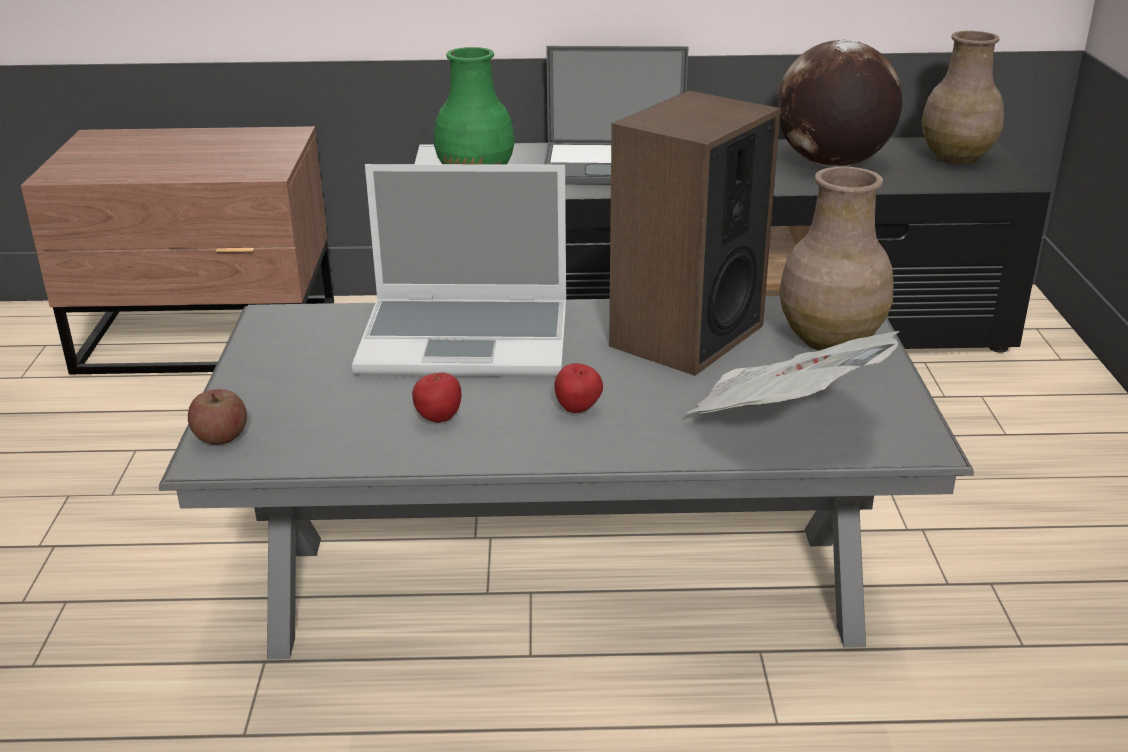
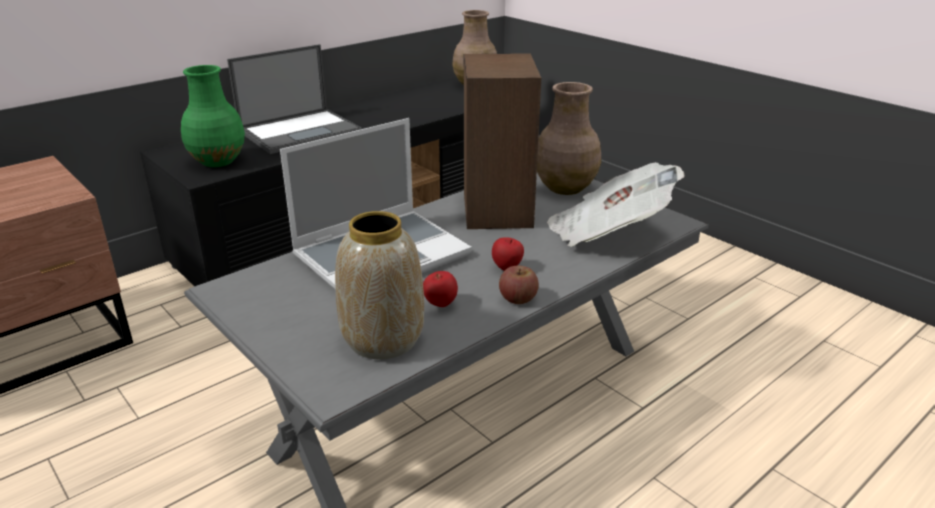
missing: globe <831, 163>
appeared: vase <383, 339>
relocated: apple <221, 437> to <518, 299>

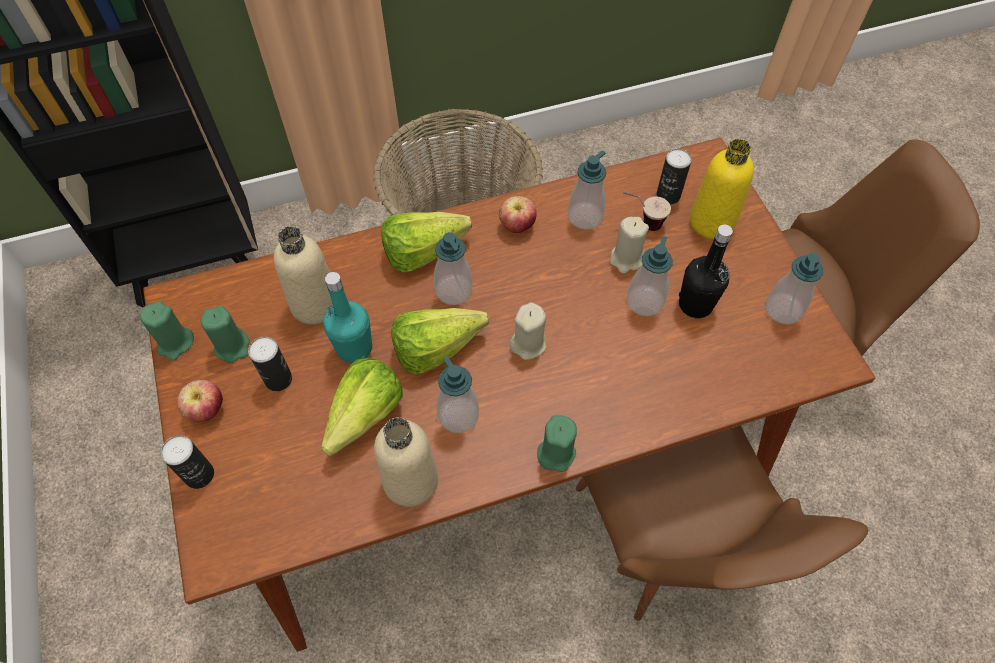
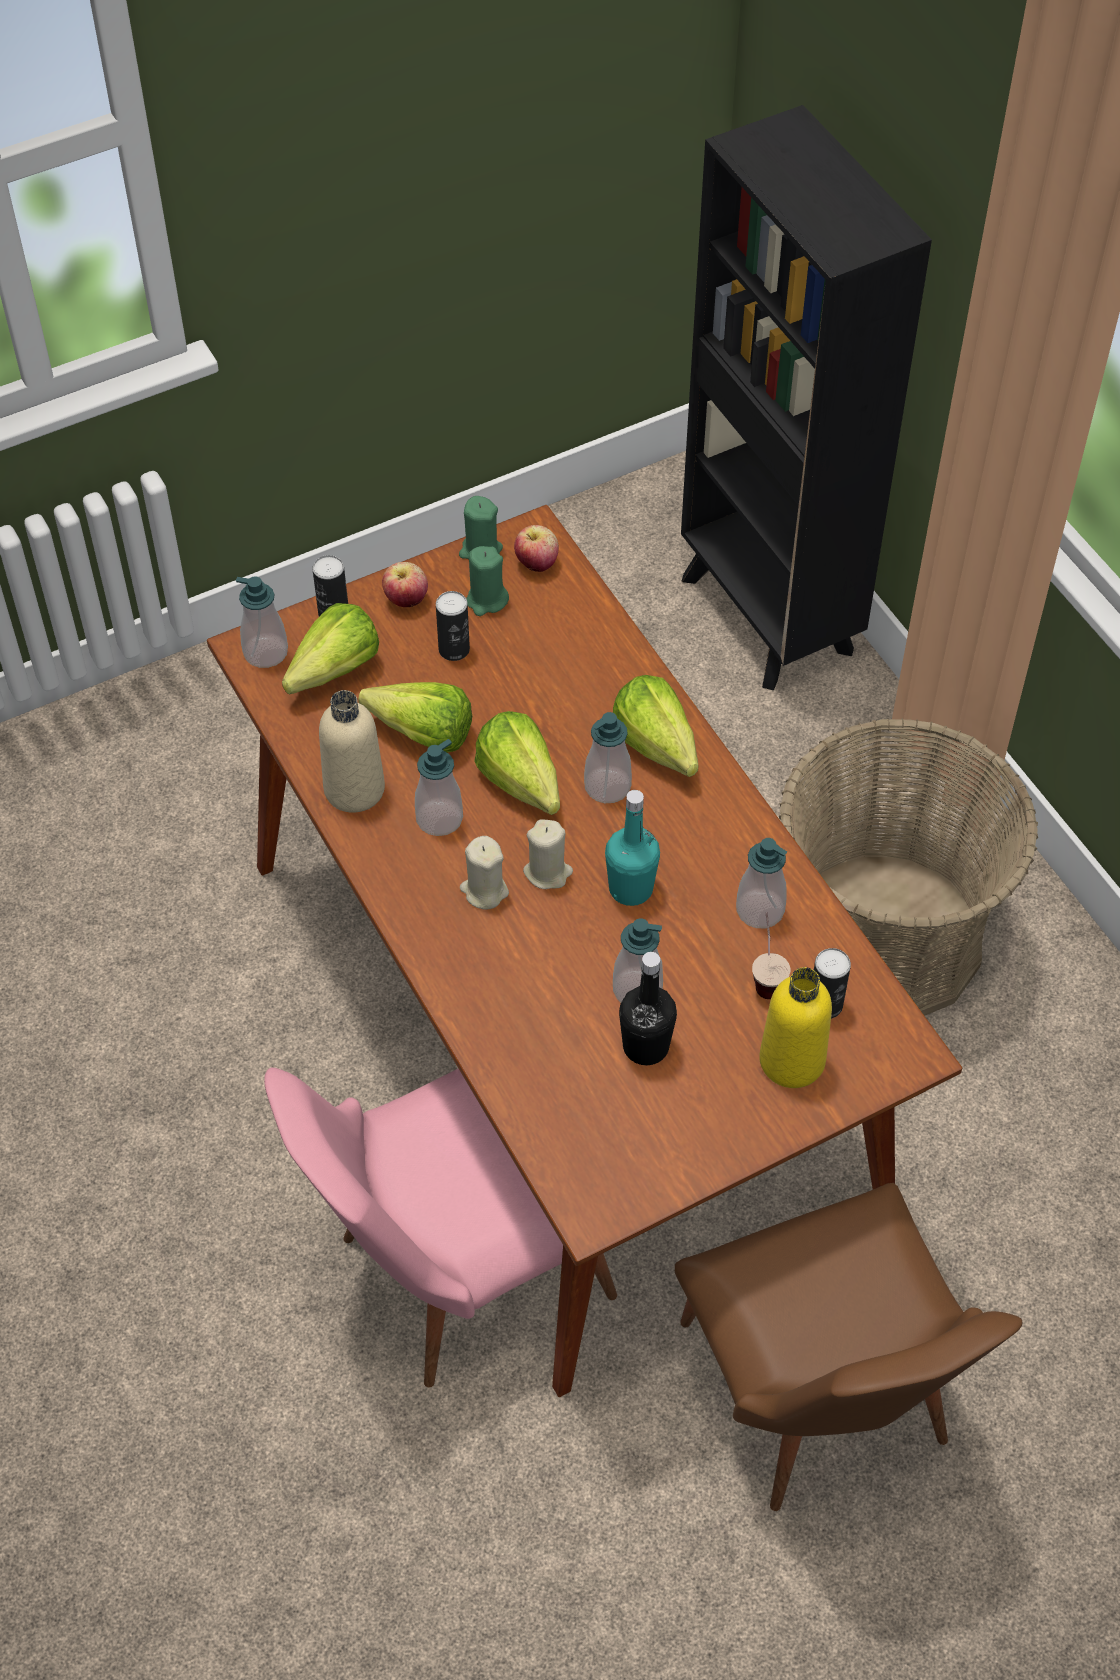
missing: beige drink bottle <315, 304>; greenish wax light <556, 453>
appeared: lettuce head <326, 676>
relocated: turquoise drink bottle <354, 348> to <631, 888>; apple <517, 226> to <536, 563>; beige wax light <626, 259> to <484, 890>; liquid soap bottle <783, 309> to <265, 652>
colour: brown upright chair <669, 549> to pink-coloured upright chair <449, 1273>

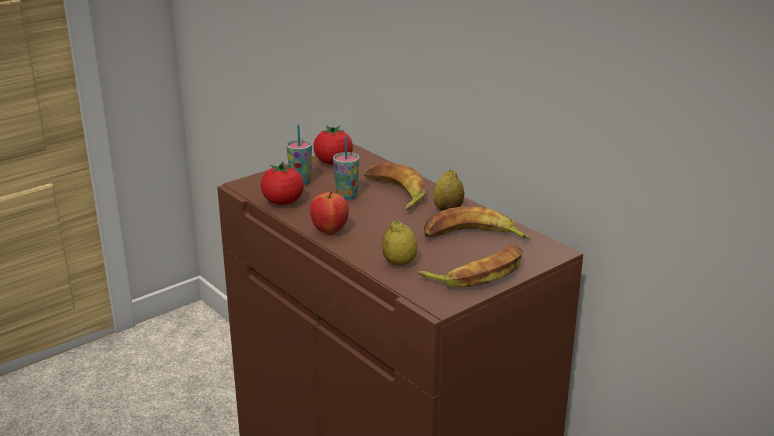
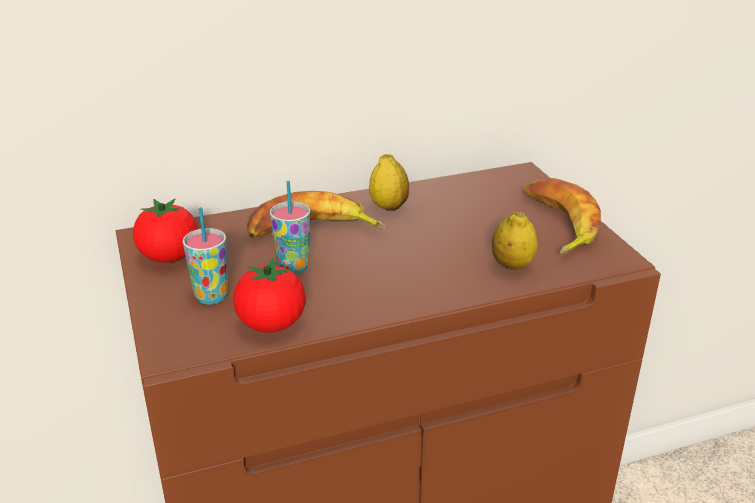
missing: apple <329, 231>; banana <473, 237>

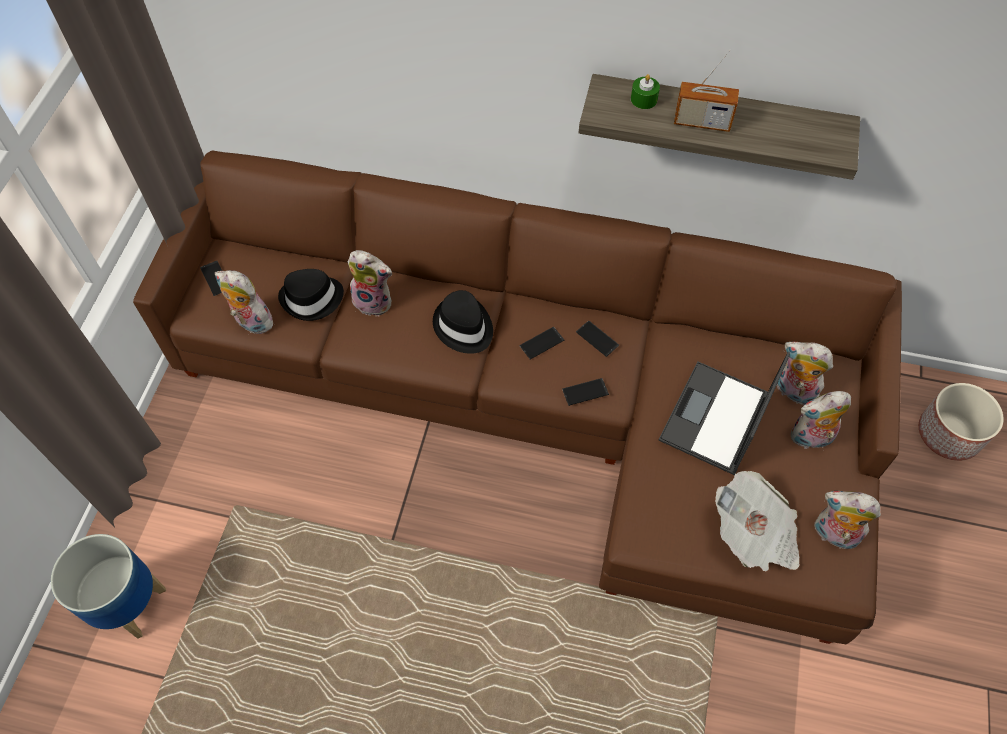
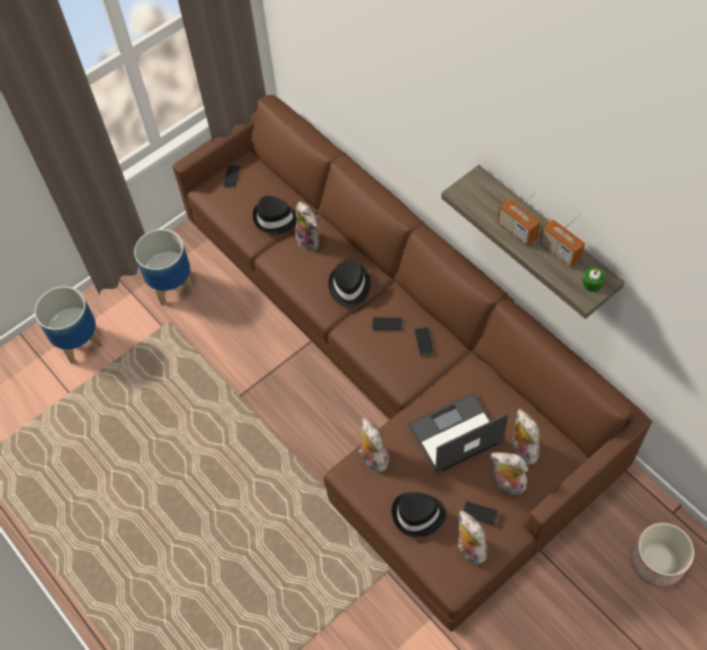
appeared: planter <171, 286>; radio set <559, 252>
relocated: soft toy <251, 322> to <372, 457>; phone <585, 392> to <480, 513>; greenish wax light <644, 99> to <592, 283>
exchanged: newspaper <754, 534> to black-coloured clothing hat <418, 515>

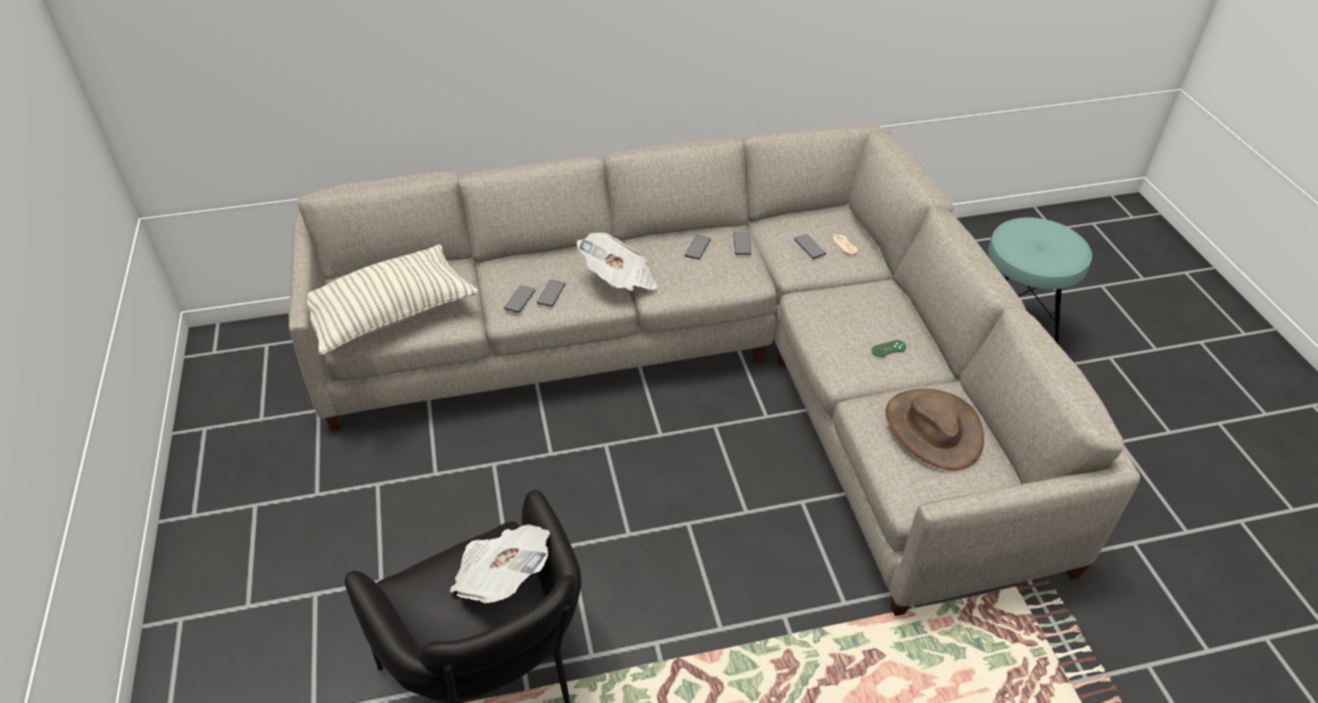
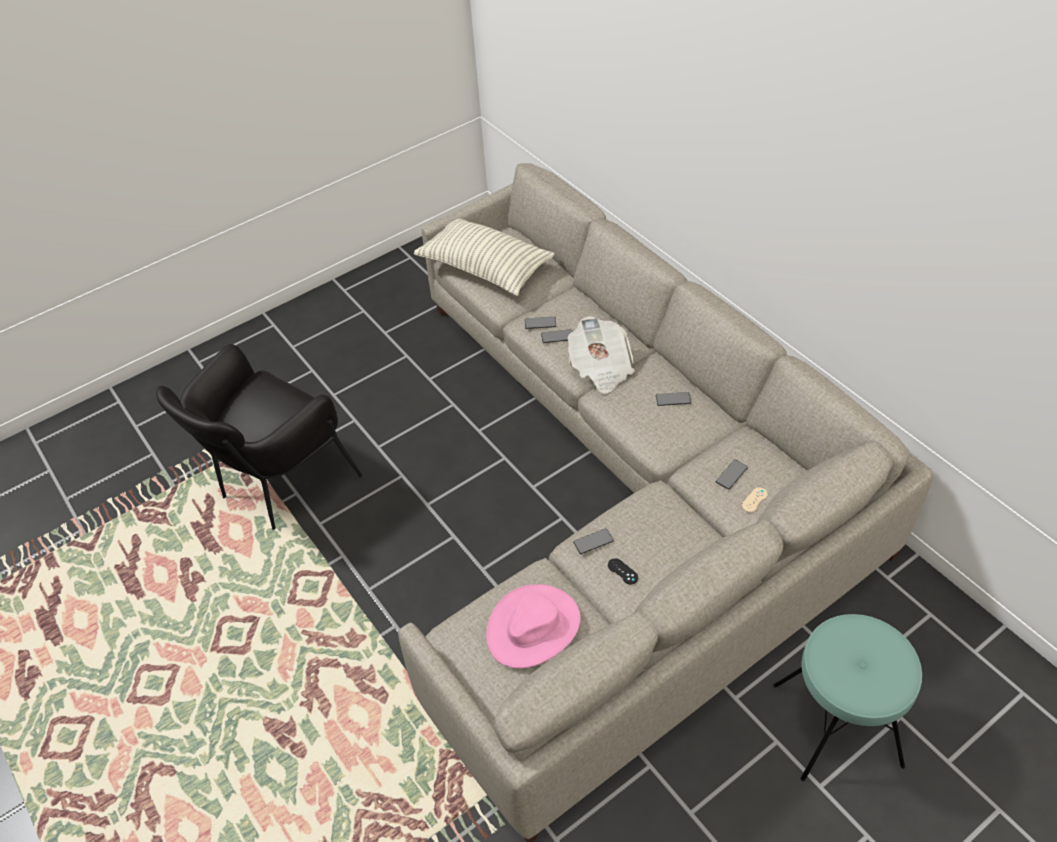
missing: newspaper <502, 577>
relocated: phone <742, 244> to <593, 541>
colour: greenish joypad <888, 348> to black-coloured joypad <622, 571>; brown clothing hat <932, 429> to pink-coloured clothing hat <533, 627>

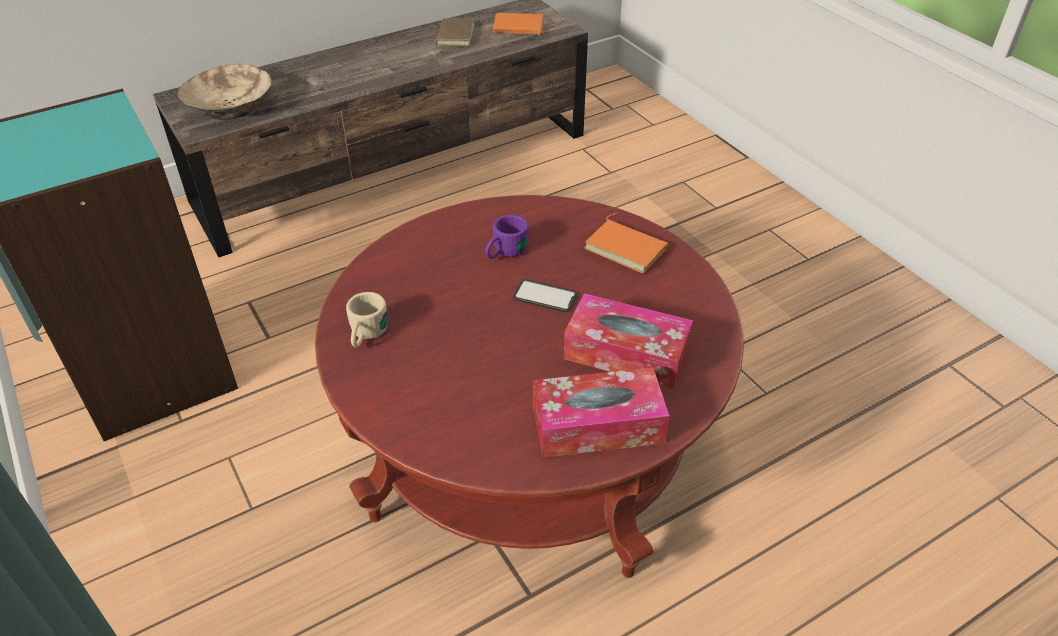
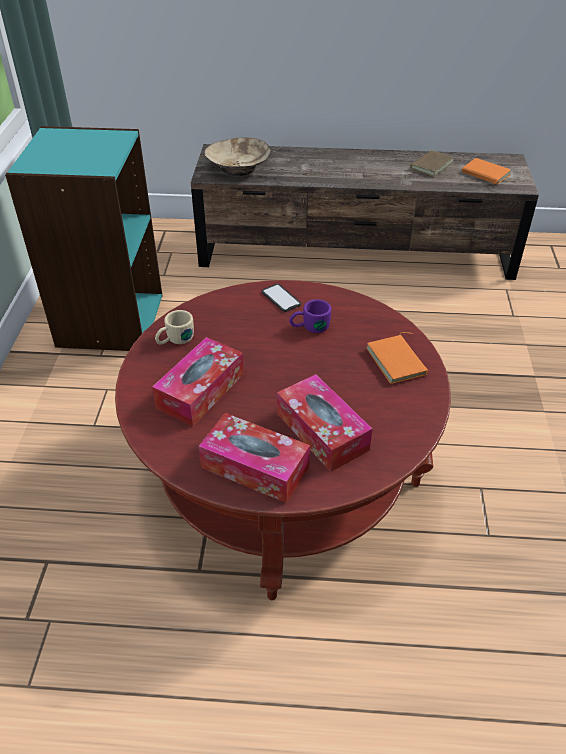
appeared: tissue box <201, 390>
relocated: phone <545, 296> to <281, 298>

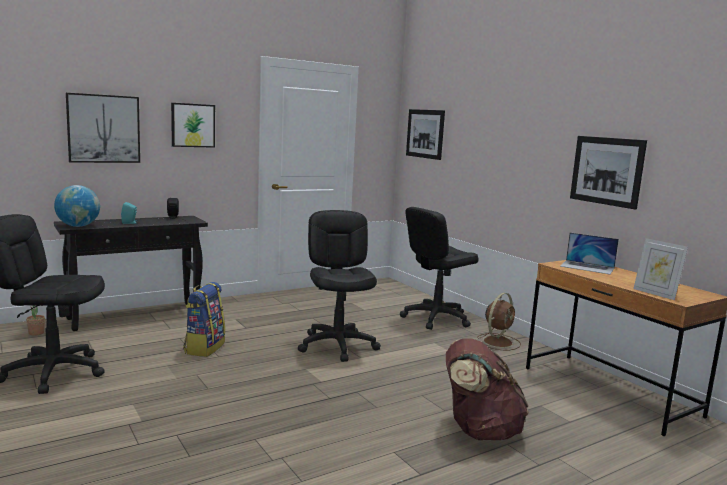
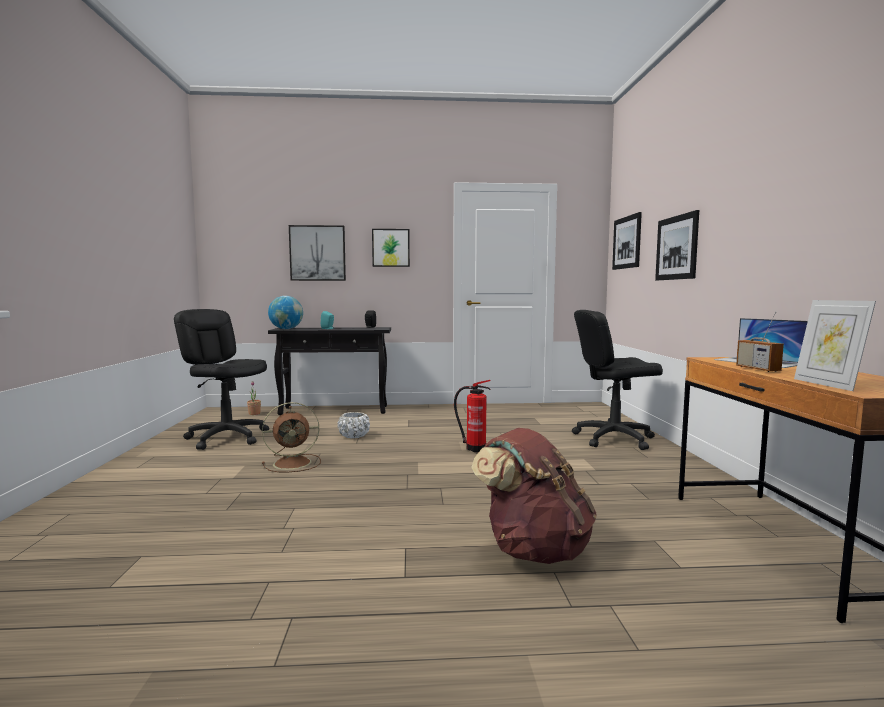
appeared: radio set <757, 369>
relocated: brown electric fan <498, 342> to <294, 463>; wall picture <606, 171> to <676, 247>
exchanged: backpack <204, 348> to white-coloured planter <354, 436>; black-coloured computer chair <338, 345> to fire-fighting cylinder <474, 448>

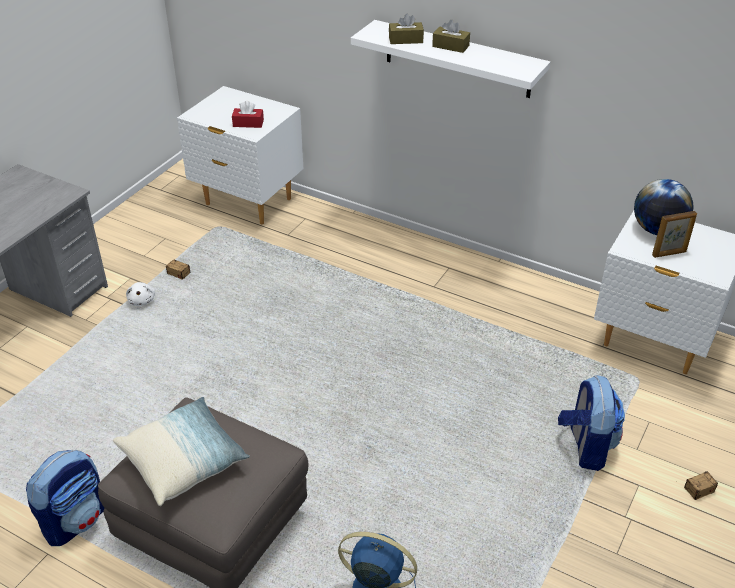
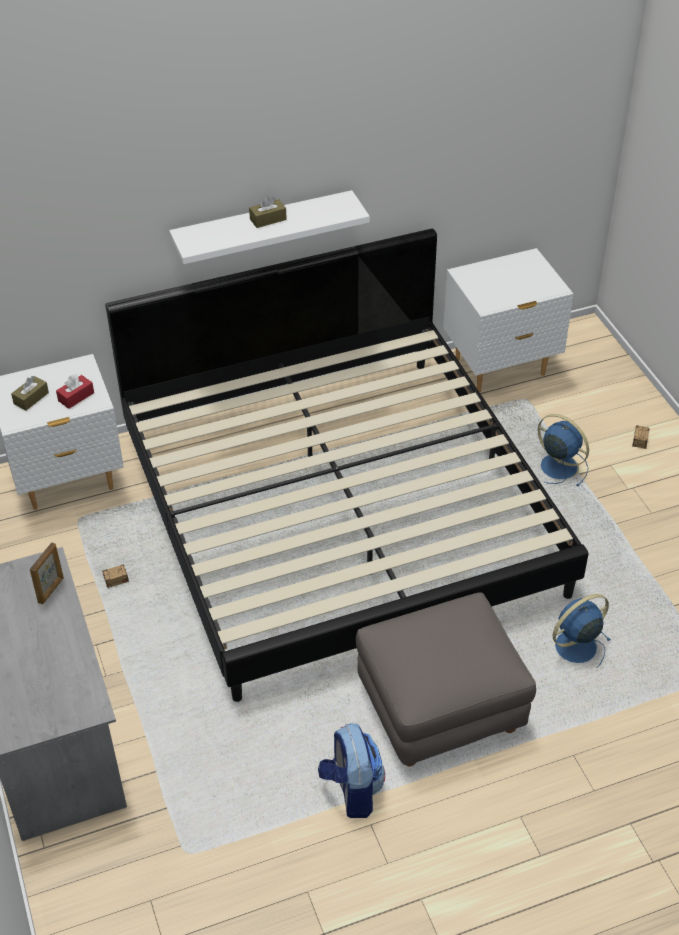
missing: throw pillow <183, 461>; white-coloured soft toy <142, 300>; globe <657, 230>
appeared: sleeping bed <339, 511>
relocated: brown tissue box <405, 40> to <31, 398>; standing frame <669, 254> to <51, 590>
exchanged: backpack <586, 446> to blue electric fan <557, 466>

